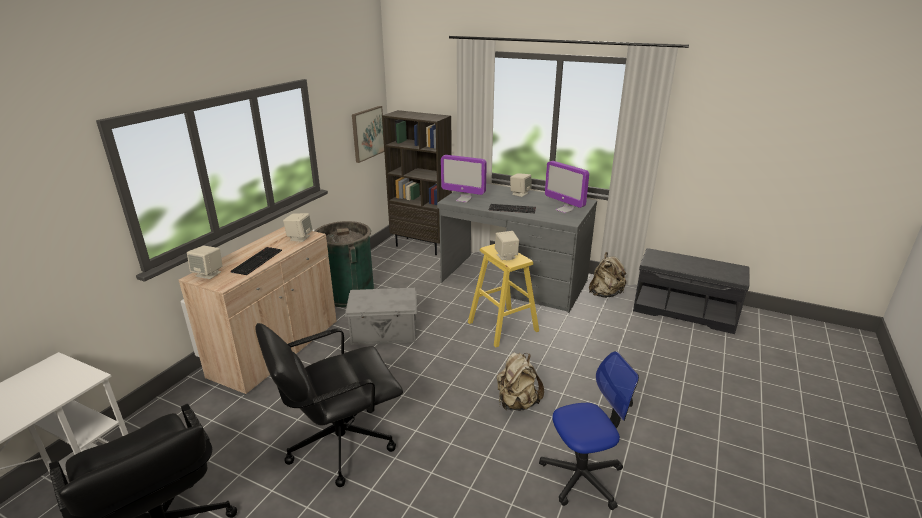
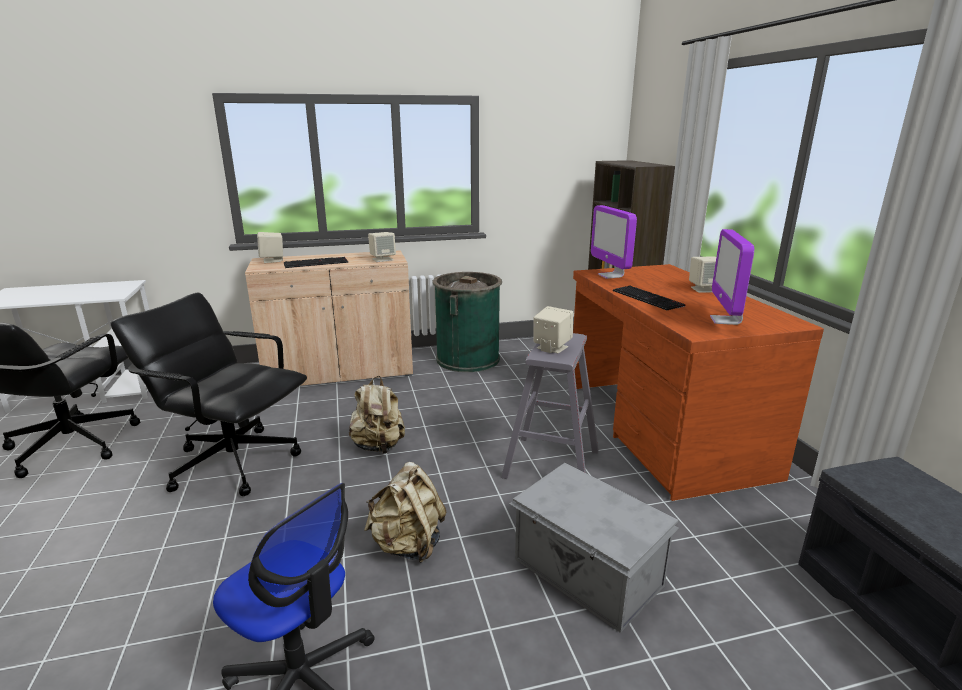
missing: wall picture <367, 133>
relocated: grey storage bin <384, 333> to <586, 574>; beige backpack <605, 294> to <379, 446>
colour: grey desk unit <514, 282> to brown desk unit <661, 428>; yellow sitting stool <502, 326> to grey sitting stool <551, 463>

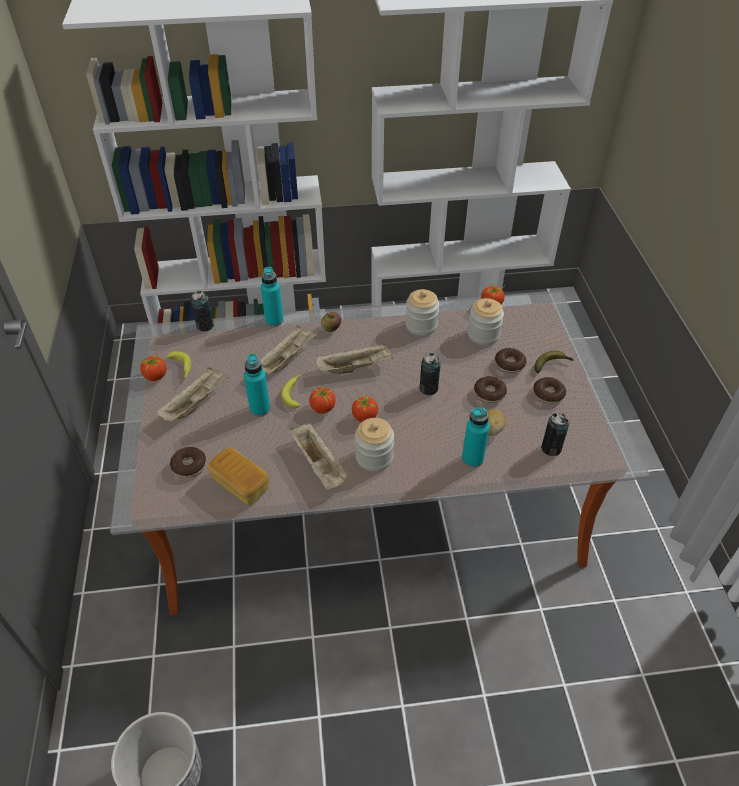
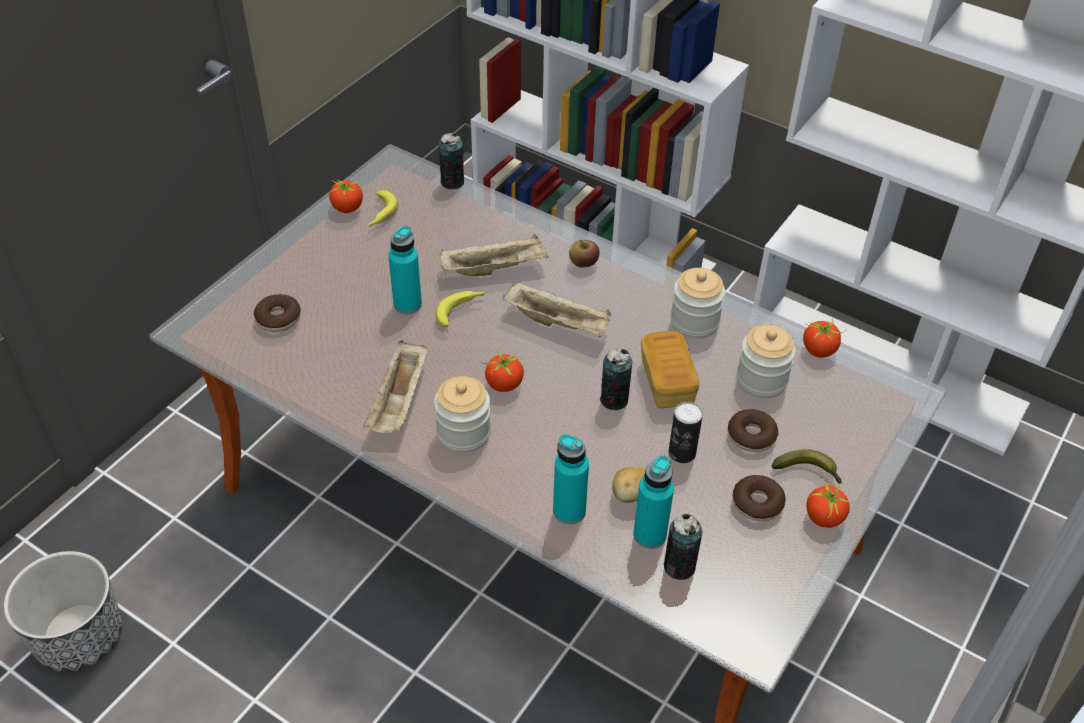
missing: beige carrying tray <195, 403>
relocated: bakery bread <240, 484> to <667, 382>; turquoise drink bottle <274, 320> to <649, 535>; tomato <322, 408> to <823, 517>
exchanged: doughnut <489, 393> to metal can <682, 453>

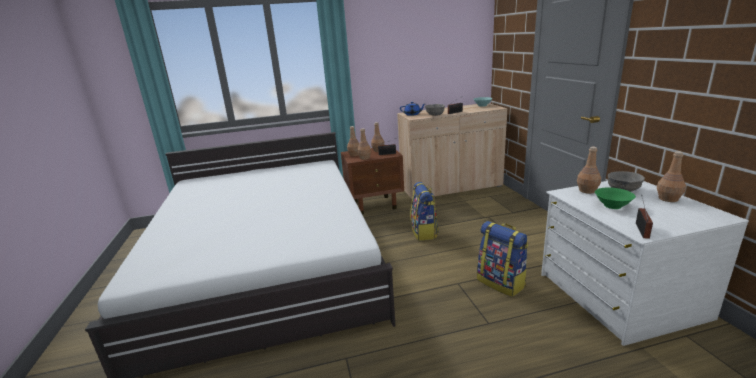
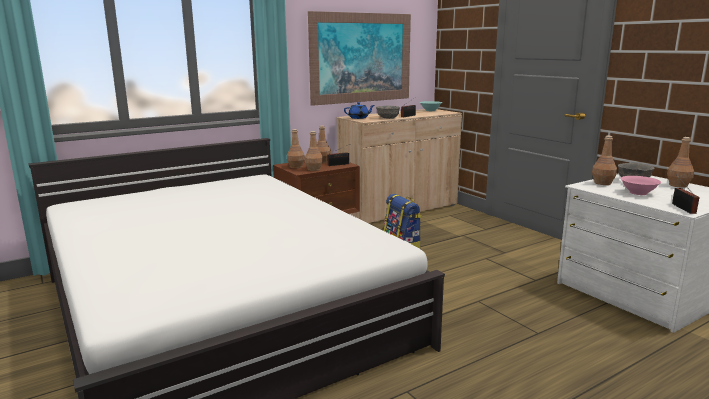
missing: backpack <501, 283>
appeared: wall picture <361, 58>
colour: greenish bowl <612, 205> to pink-coloured bowl <638, 192>

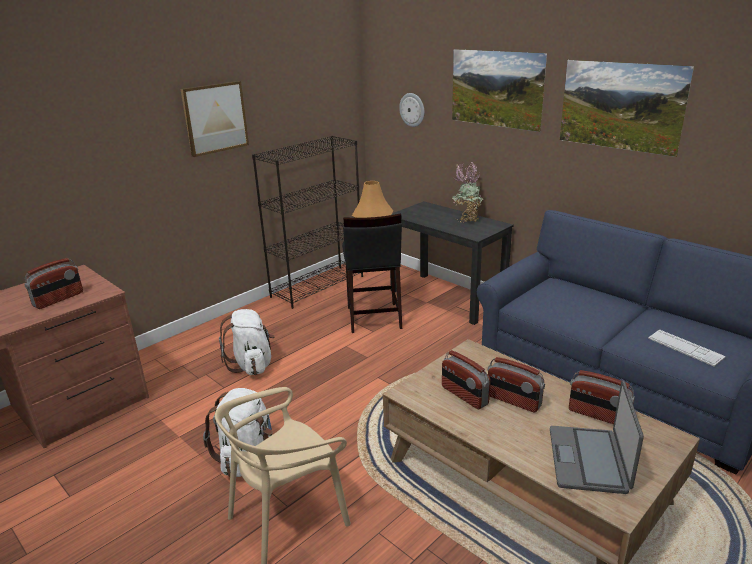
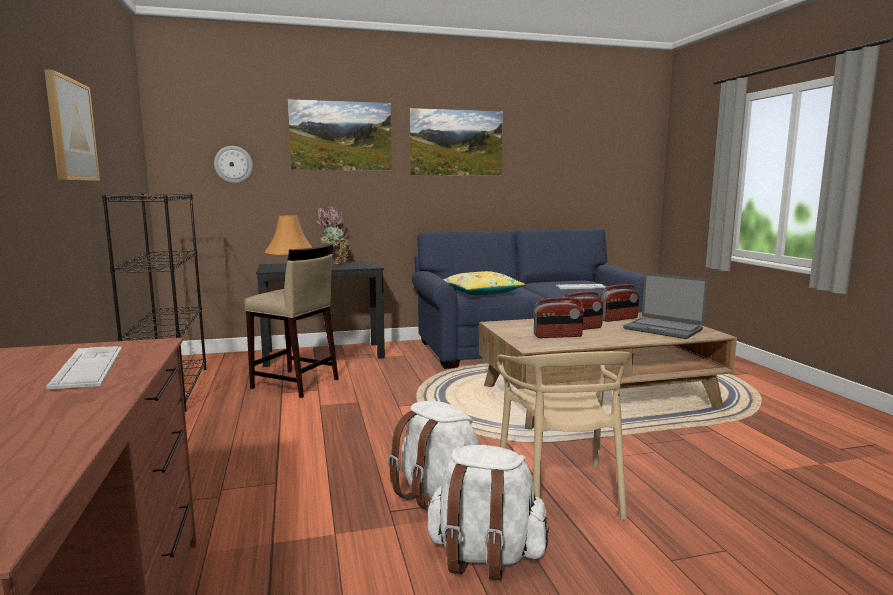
appeared: yellow throw pillow <481, 292>
relocated: white-coloured backpack <252, 364> to <484, 556>
exchanged: radio set <59, 299> to computer keyboard <88, 368>
colour: black-coloured sitting stool <373, 318> to beige sitting stool <295, 384>

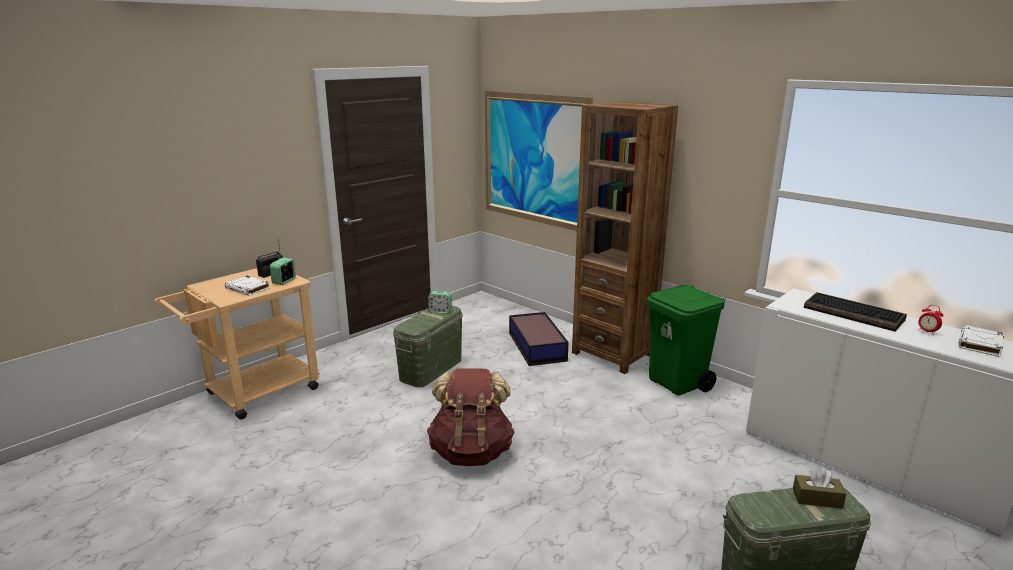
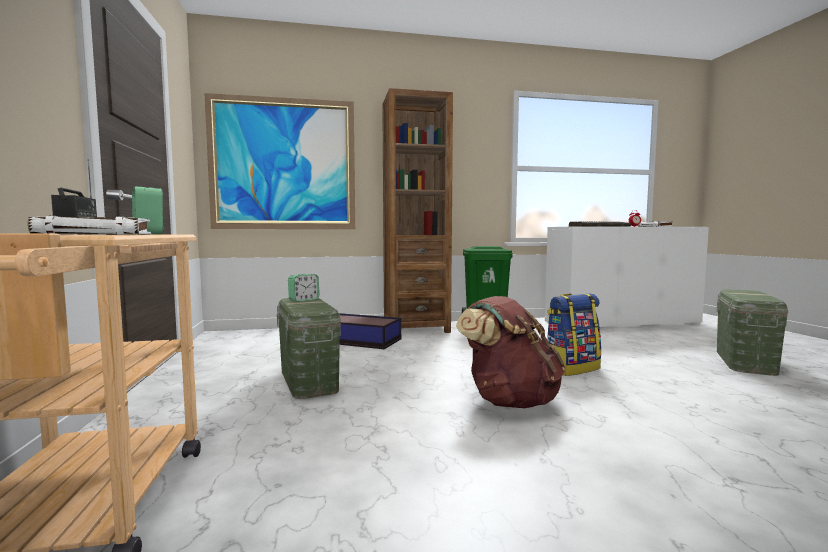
missing: brown tissue box <817, 499>
appeared: backpack <571, 368>

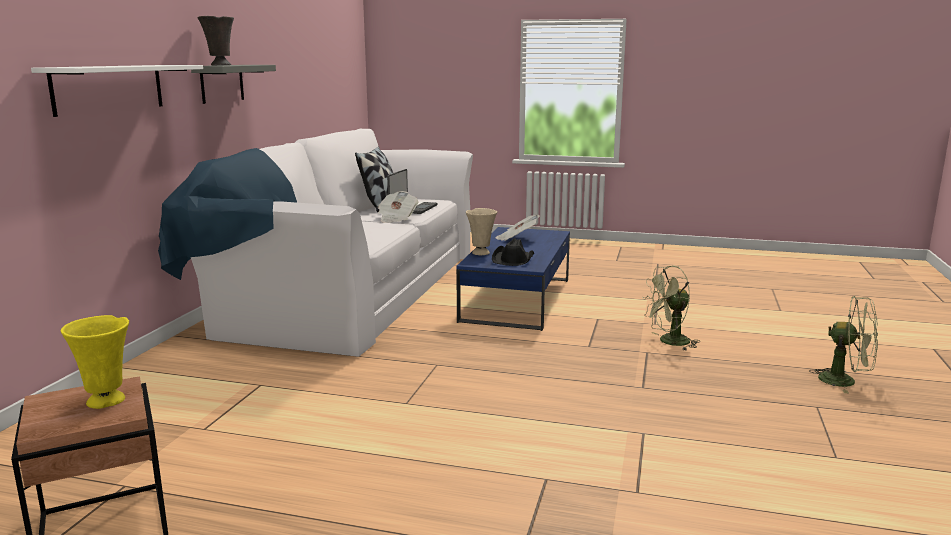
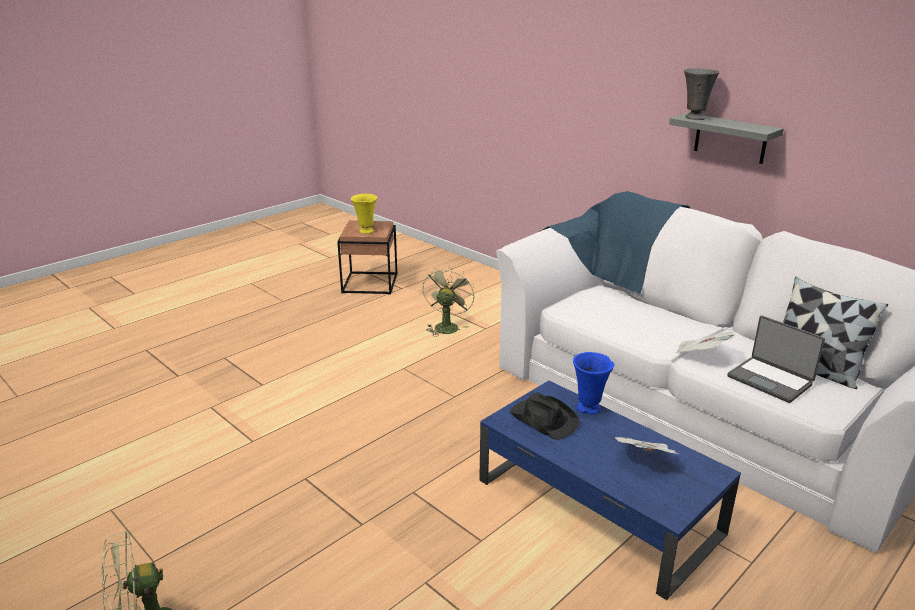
missing: white-coloured wall shelf <109, 88>
relocated: greenish electric fan <669, 342> to <446, 326>
colour: beige vase <481, 253> to blue vase <589, 409>

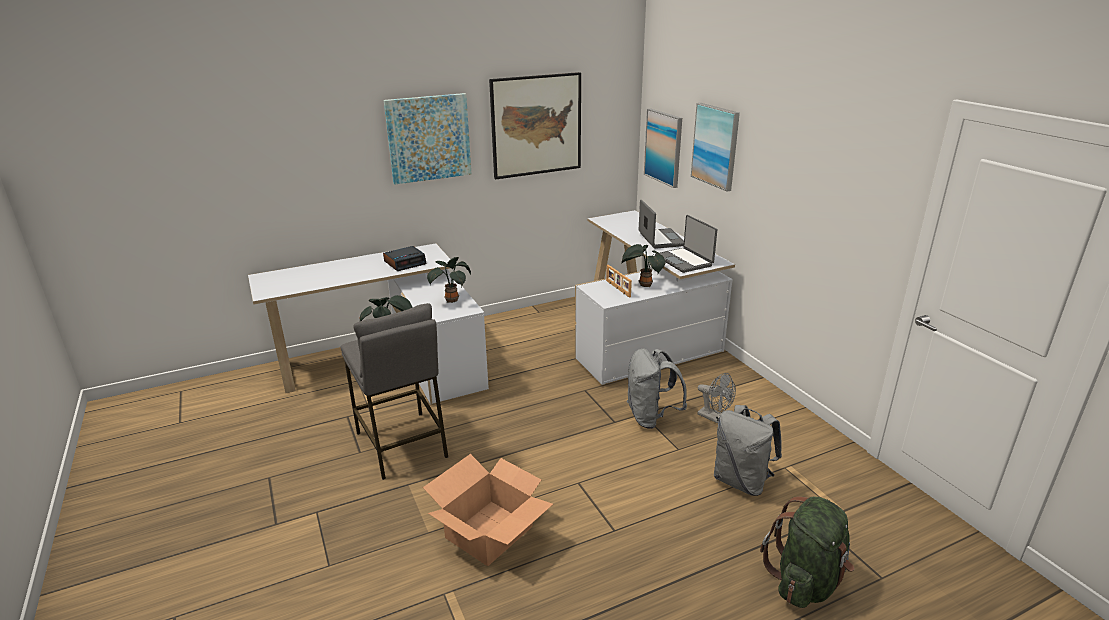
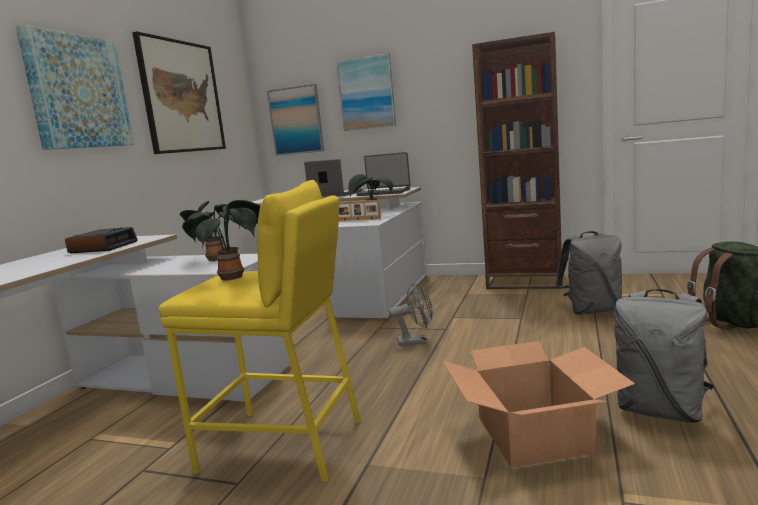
appeared: brown shelving unit <525, 282>
relocated: grey backpack <651, 417> to <660, 411>; grey electric fan <714, 418> to <416, 341>
colour: grey sitting stool <401, 444> to yellow sitting stool <282, 445>

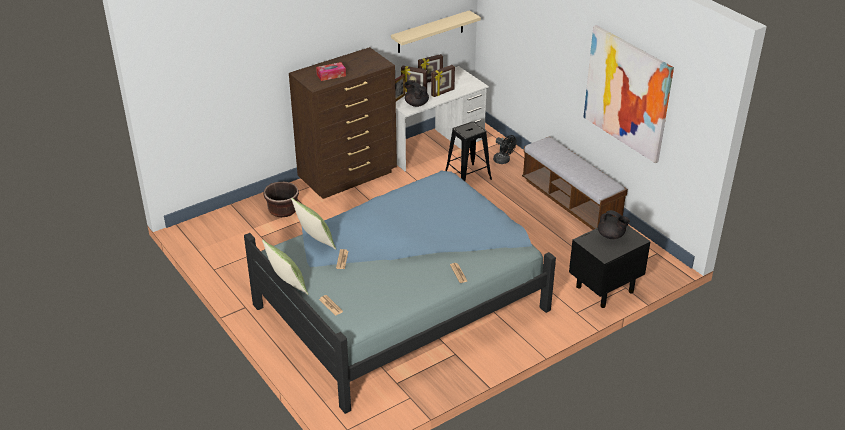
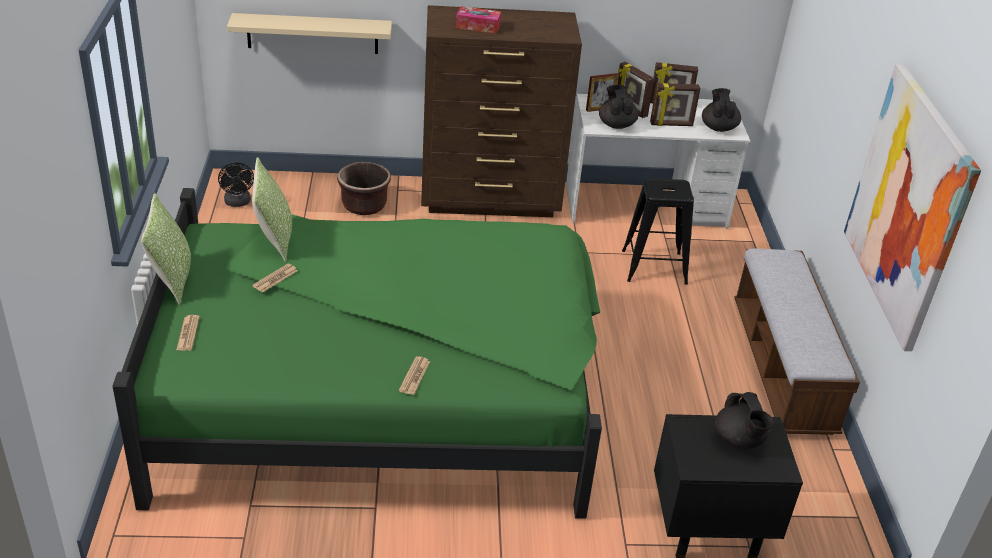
appeared: black-coloured tea pot <718, 127>
relocated: beige wall shelf <430, 32> to <312, 33>; black-coloured electric fan <503, 161> to <238, 203>
colour: blue sleeping bed <402, 300> to greenish sleeping bed <385, 391>

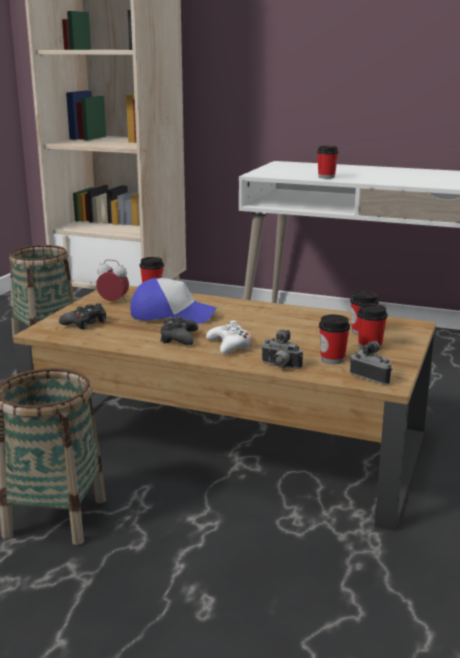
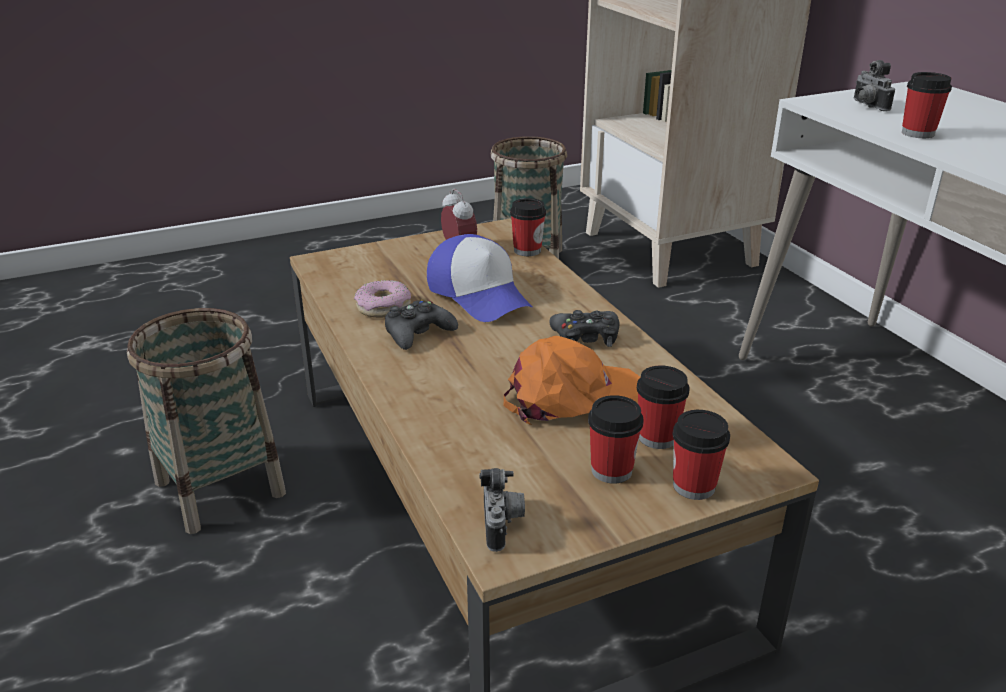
missing: white-coloured joypad <229, 345>
appeared: doughnut <383, 307>; orange baseball cap <570, 396>
relocated: black-coloured joypad <85, 323> to <586, 337>; still camera <280, 367> to <866, 106>; cup <332, 359> to <694, 486>

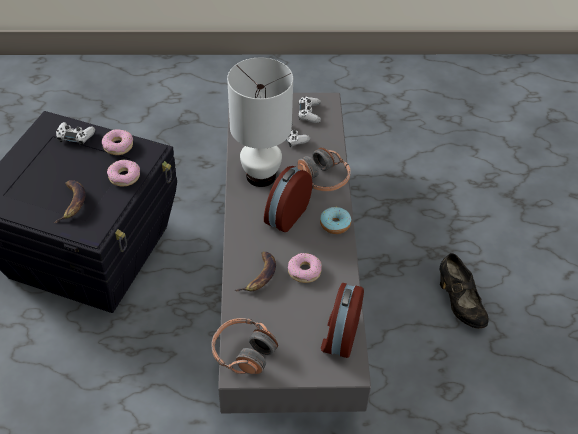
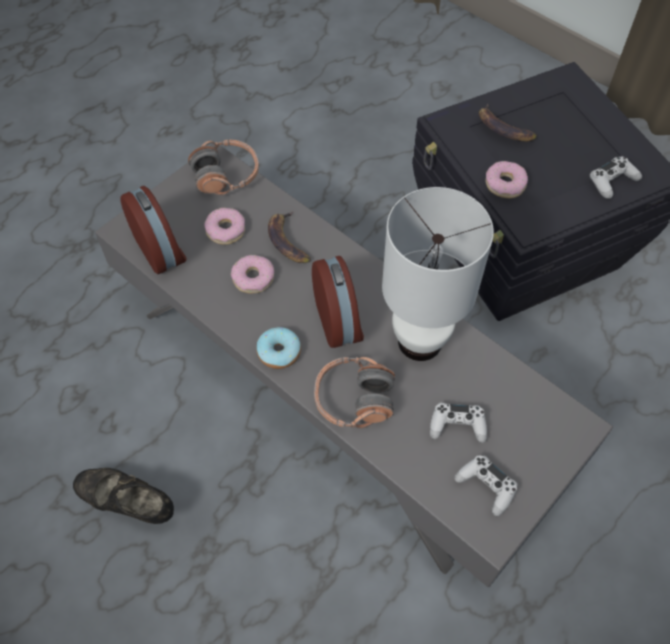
relocated: doughnut <118, 146> to <225, 230>

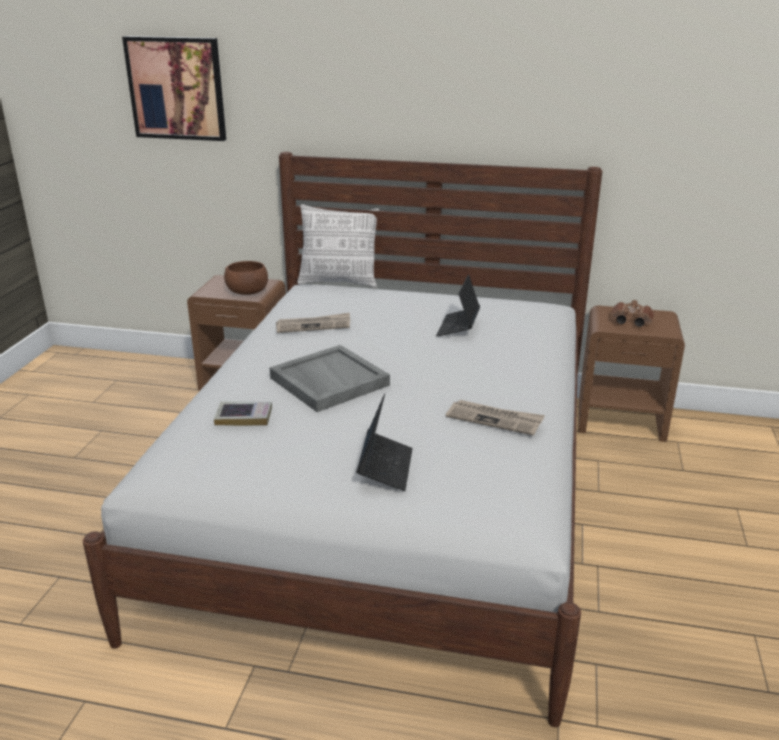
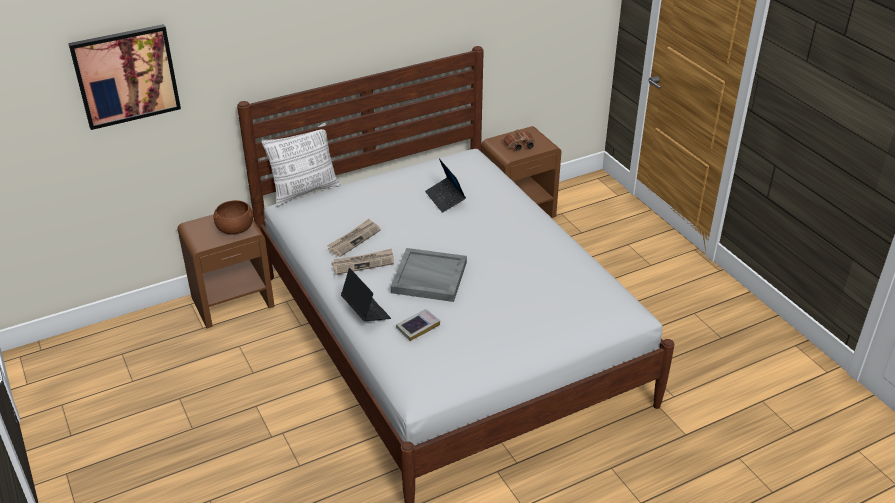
relocated: notebook computer <385, 467> to <365, 311>; newspaper <495, 419> to <363, 263>

